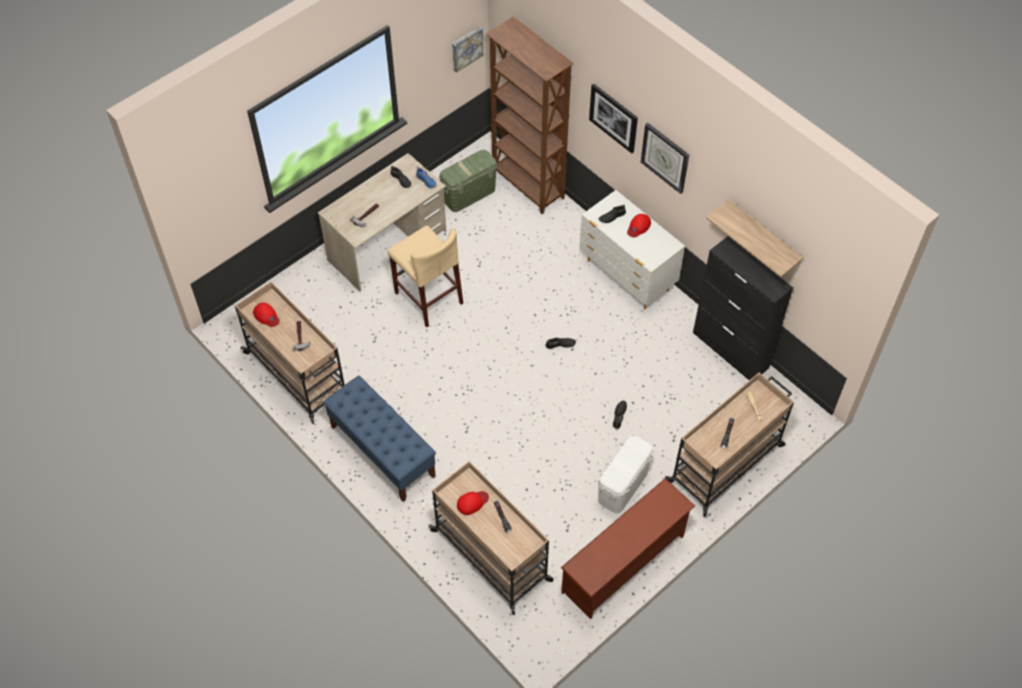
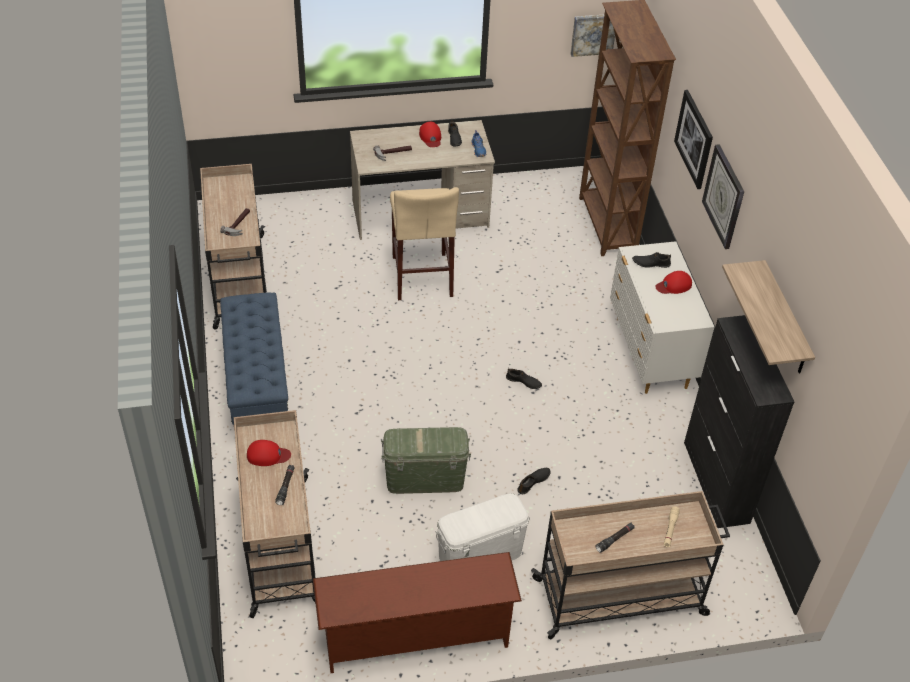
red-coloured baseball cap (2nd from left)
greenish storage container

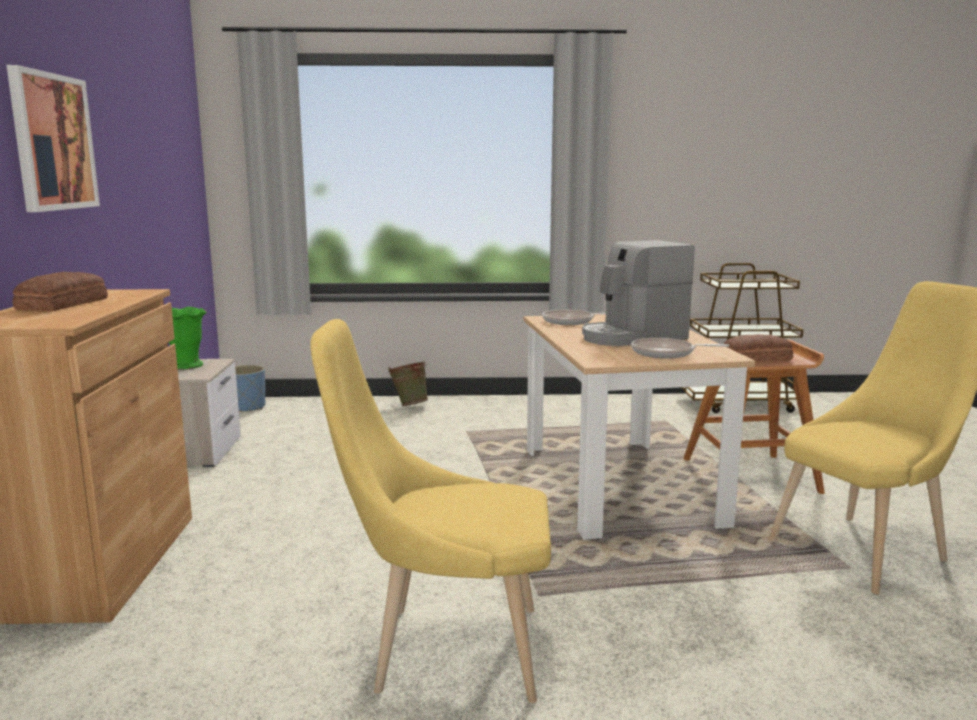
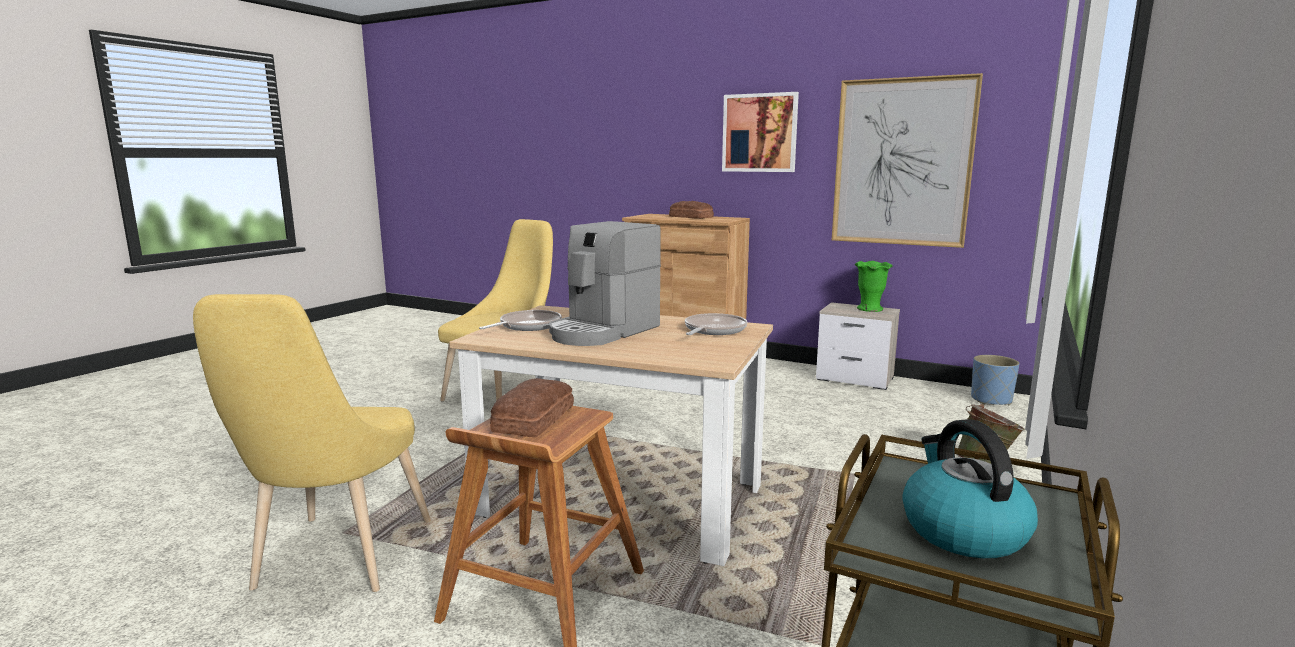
wall art (2nd from left)
tea kettle
coffee machine

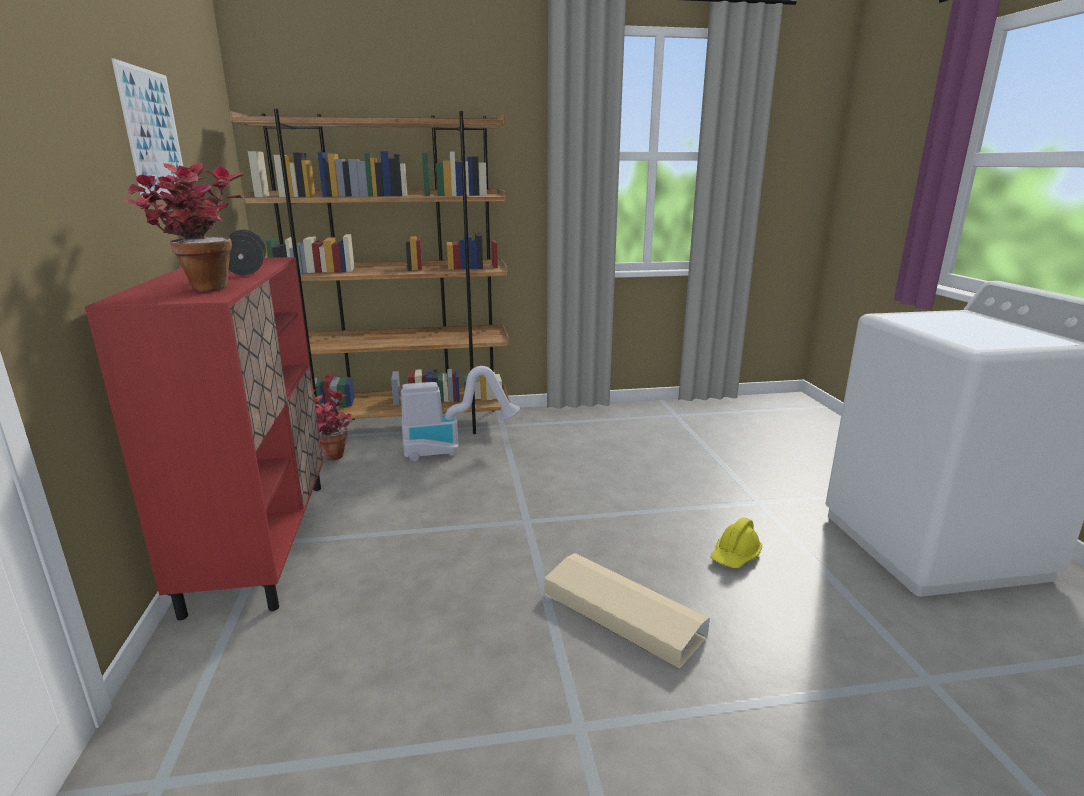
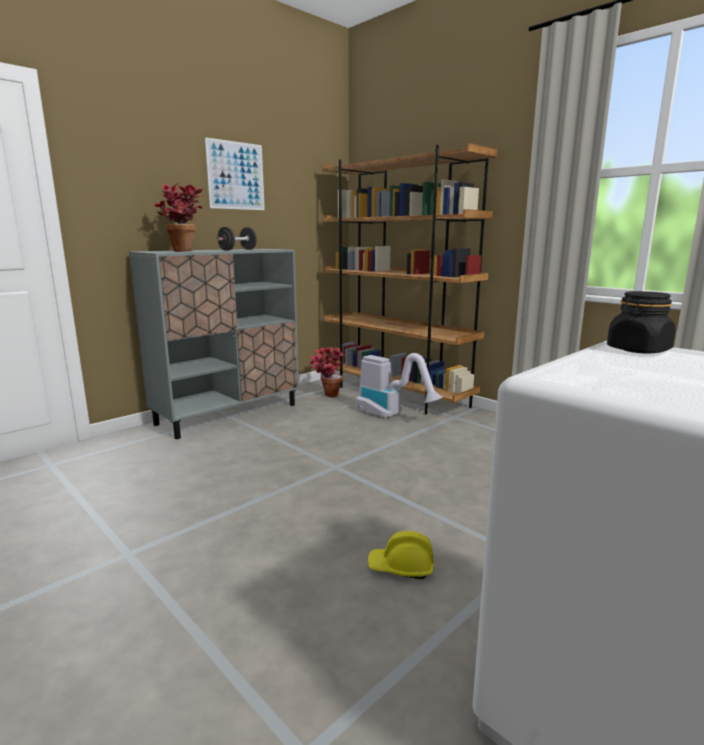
beige storage container
black jar
grey cabinet

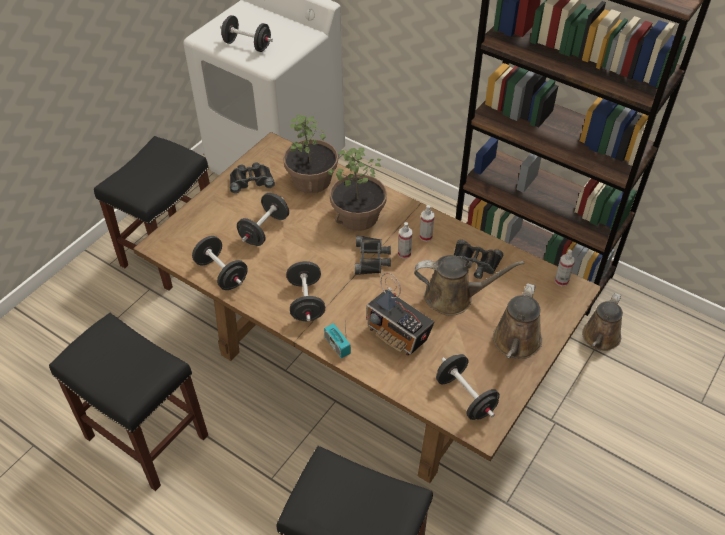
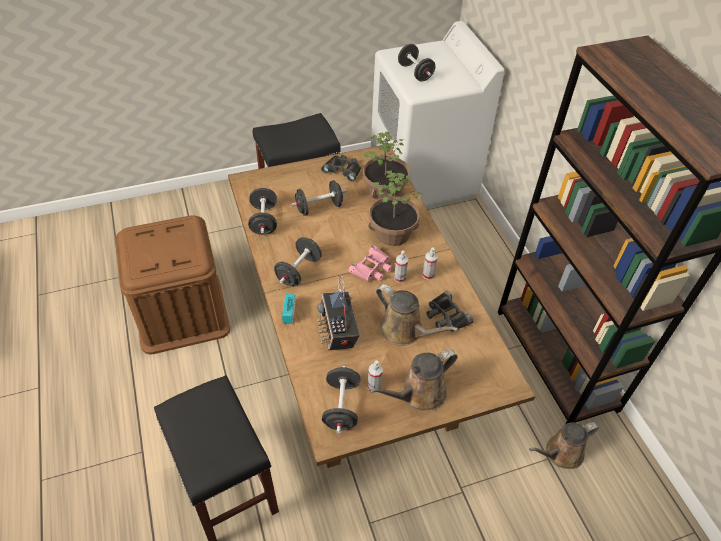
spray bottle (1st from left)
brownish storage container
pinkish field glasses

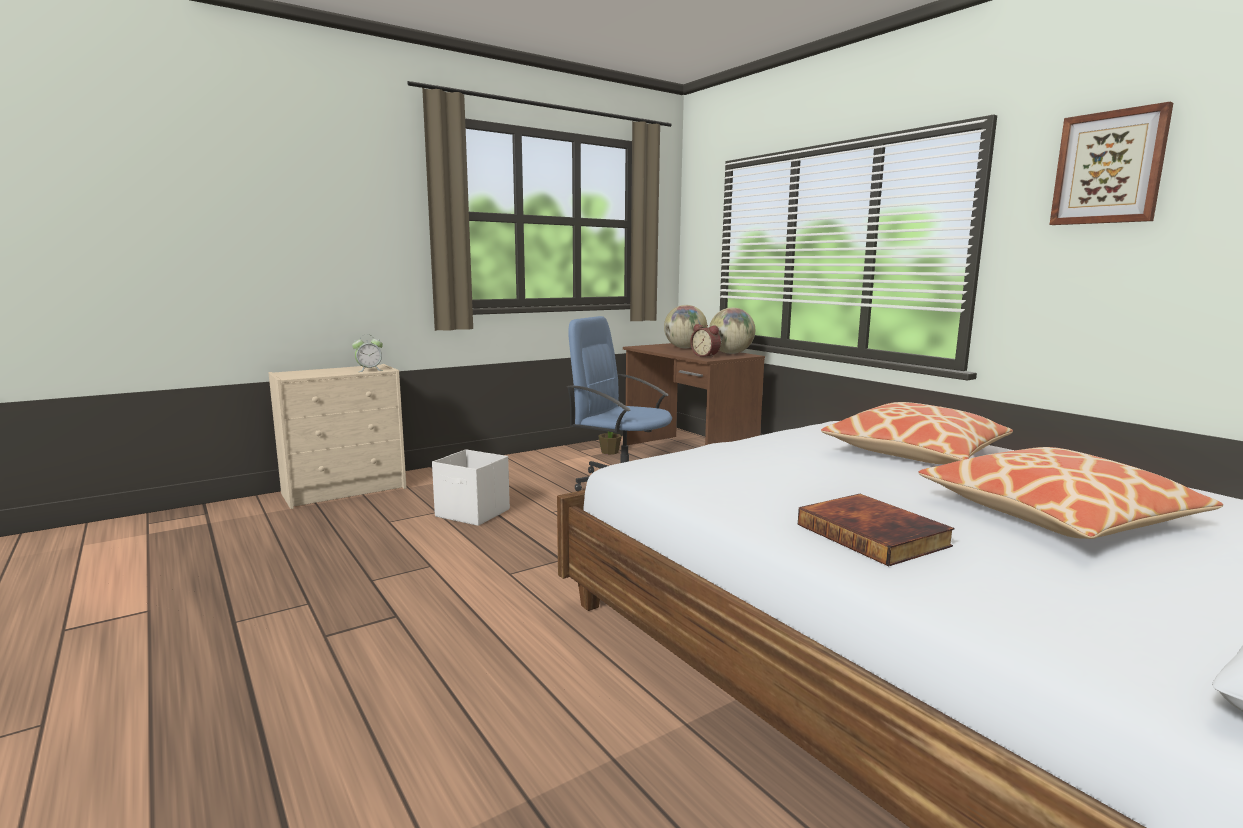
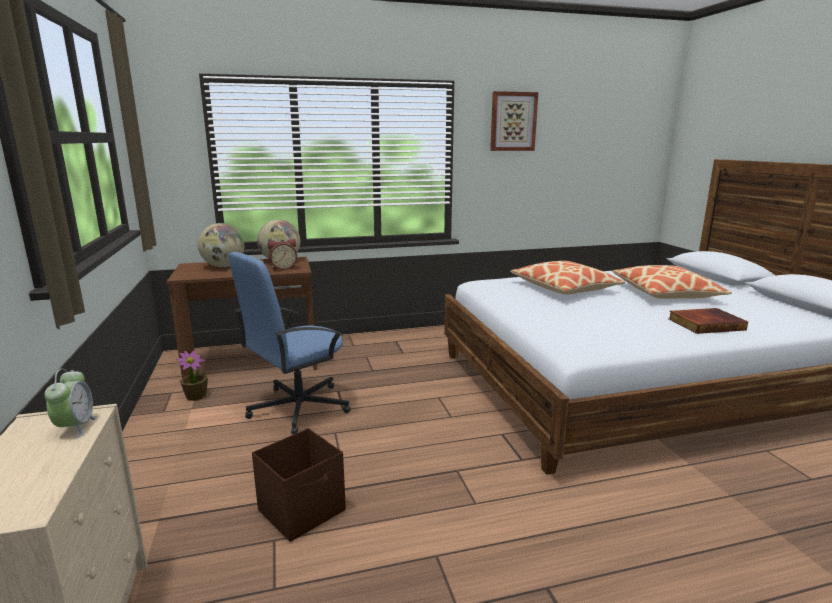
brownish storage container

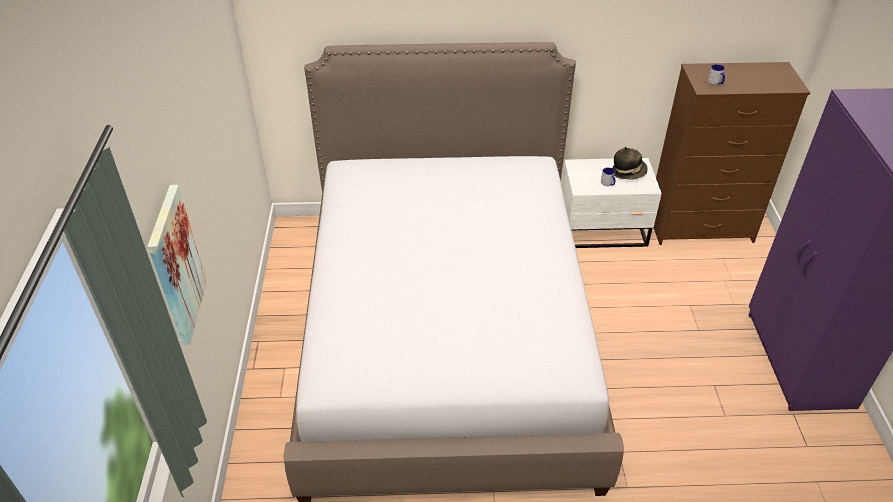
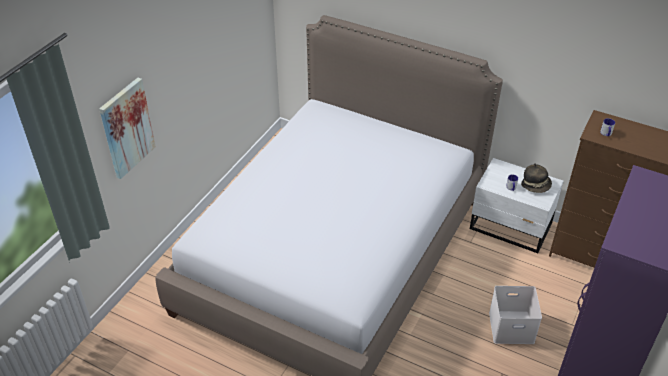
whitish storage container

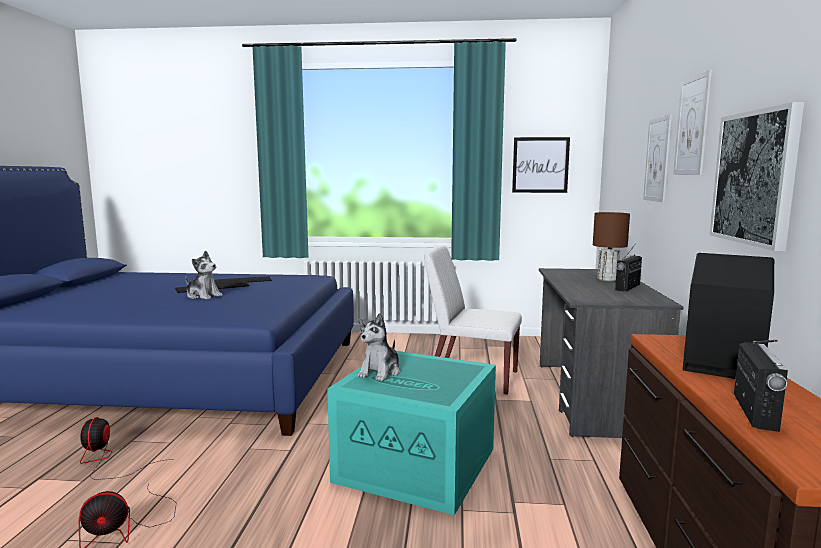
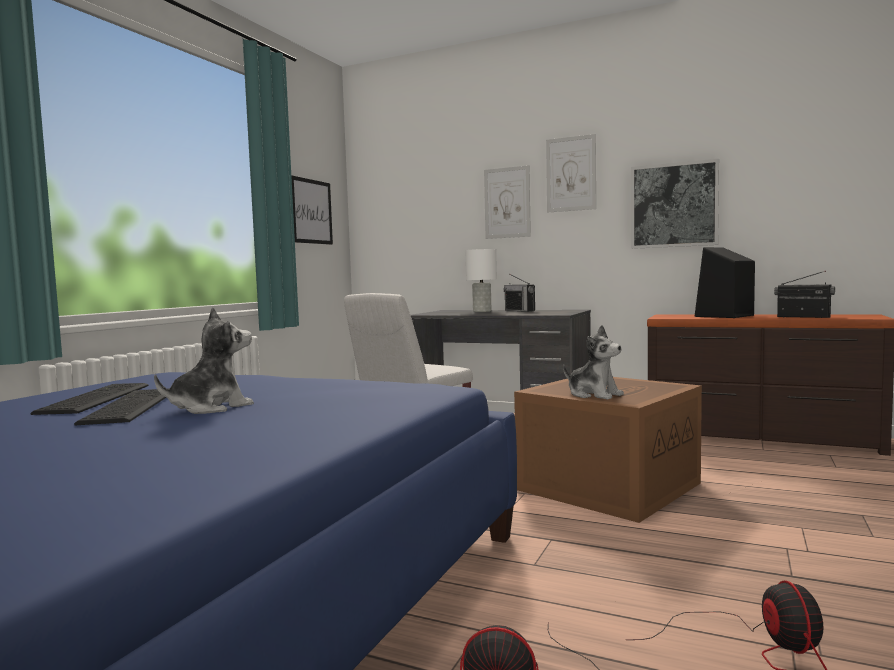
brownish storage container
whitish lamp for a table

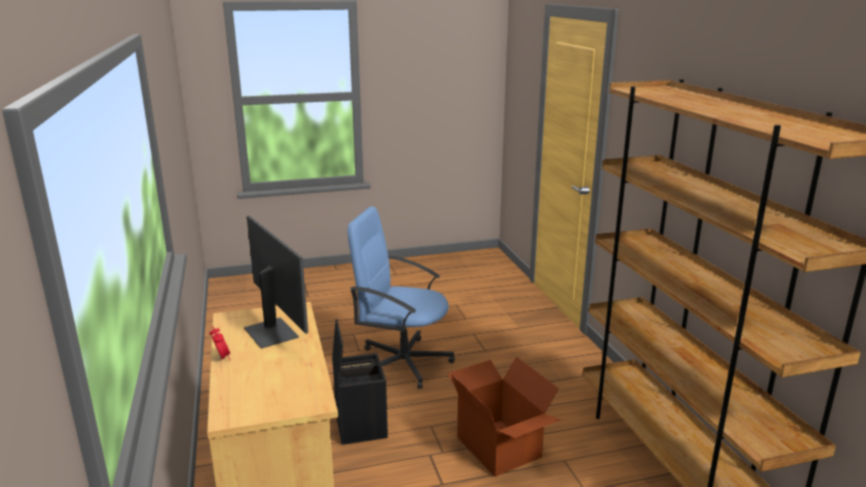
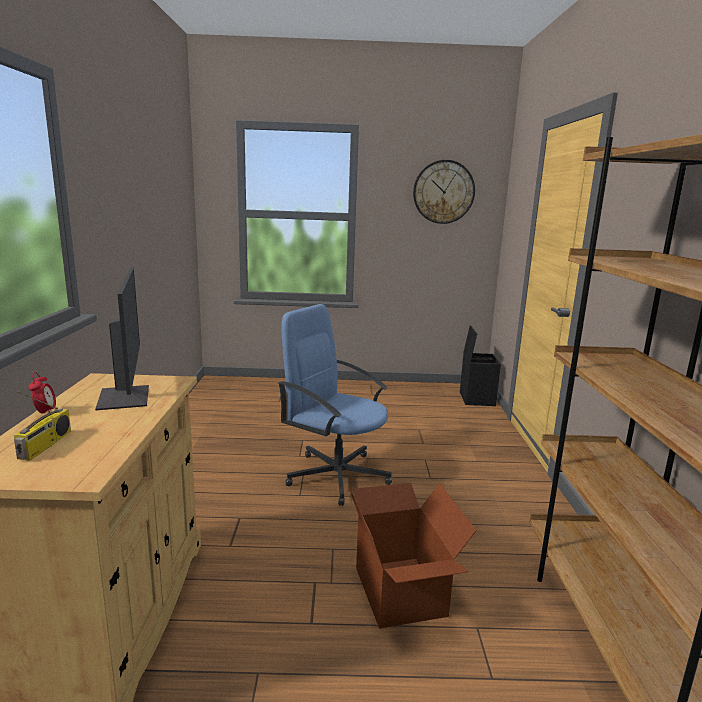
radio set
wall clock
black storage container

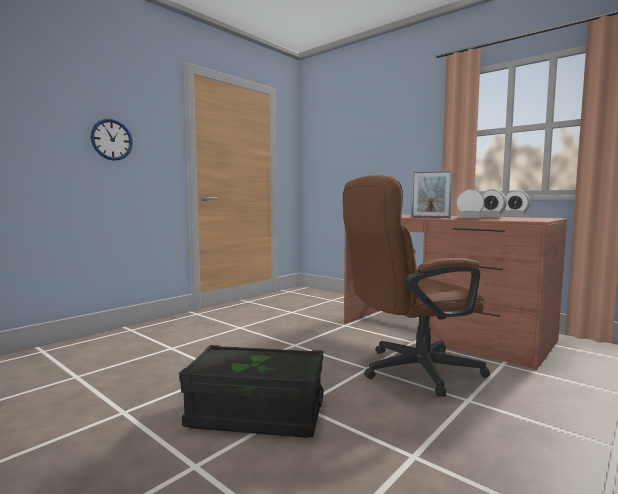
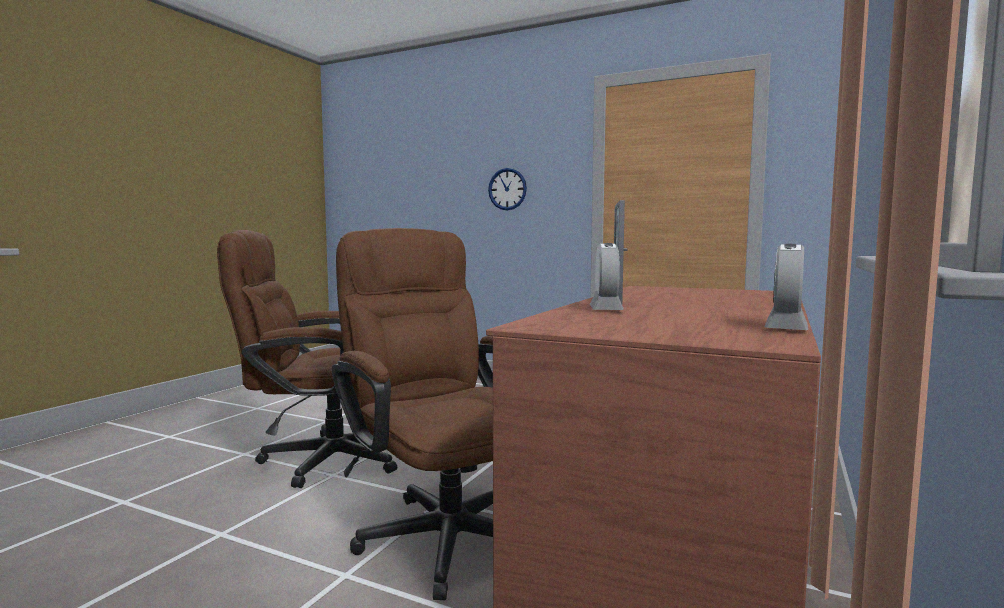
alarm clock (2nd from left in the first image)
brownish desk chair (1st from left)

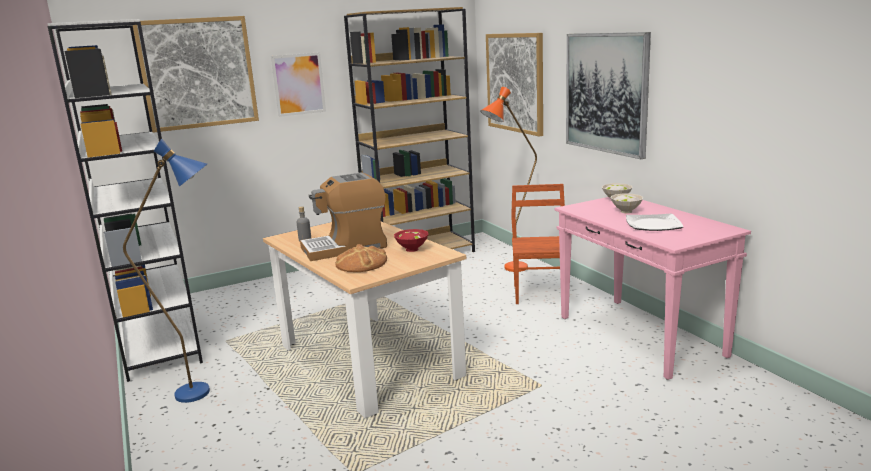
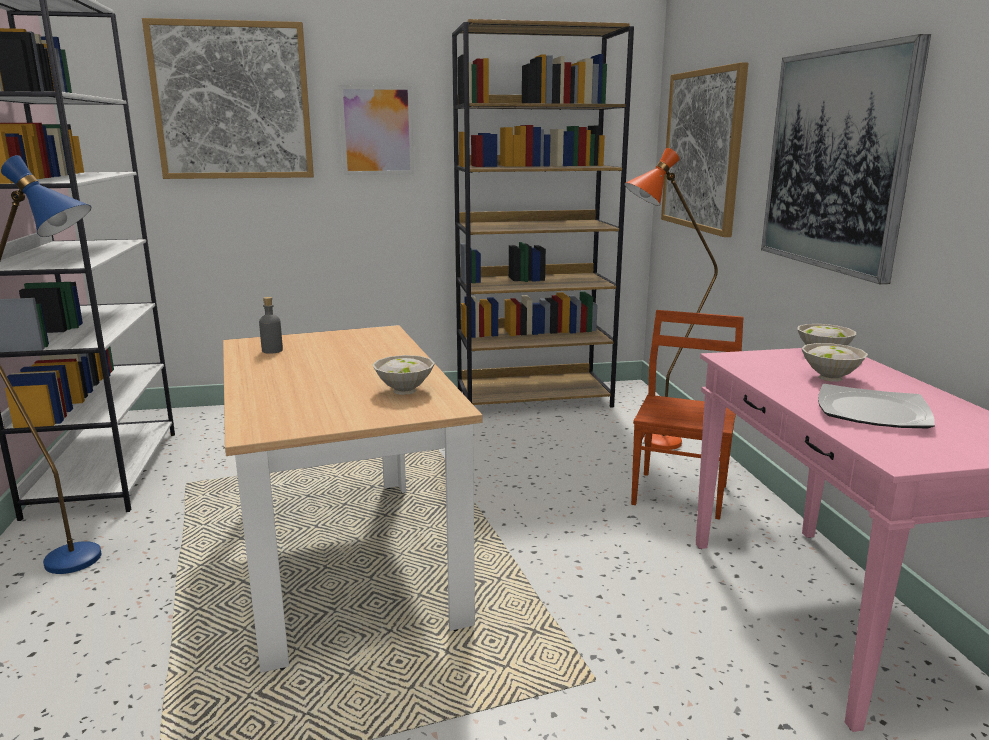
coffee machine
bread
whitish serving bowl (1st from left)

